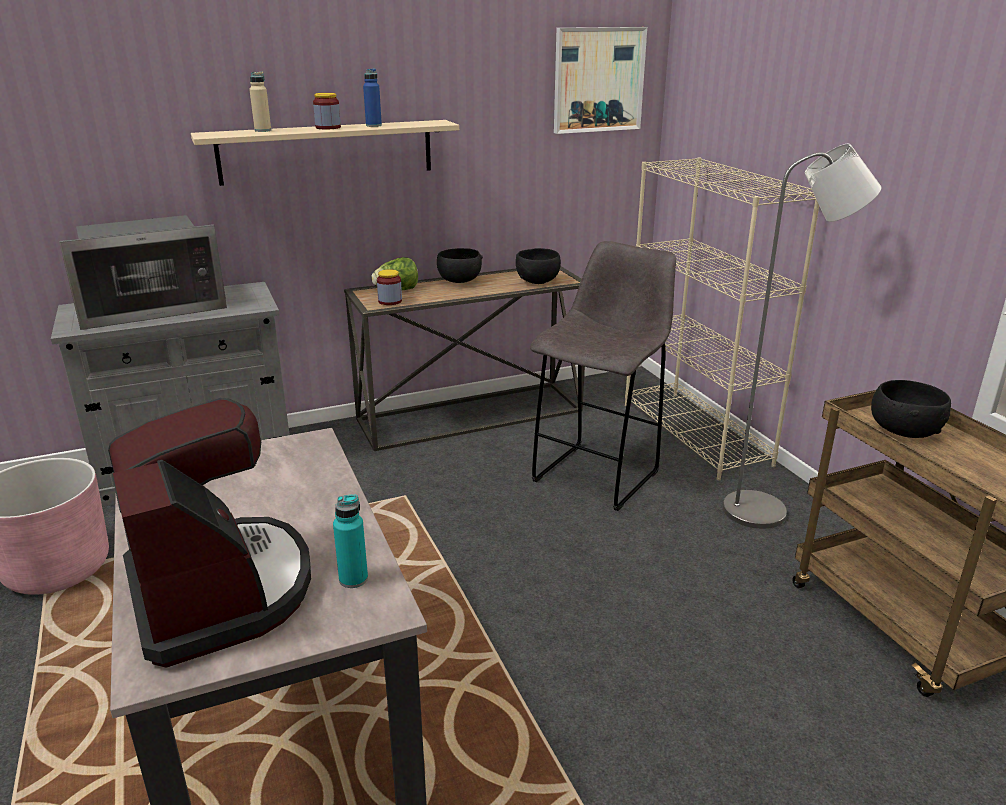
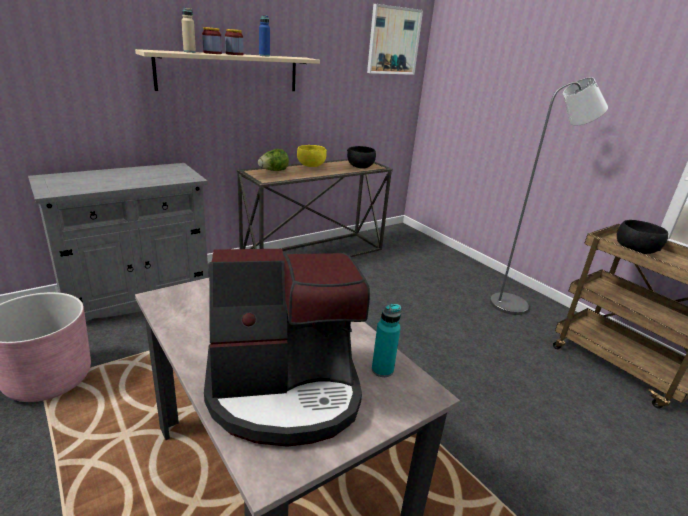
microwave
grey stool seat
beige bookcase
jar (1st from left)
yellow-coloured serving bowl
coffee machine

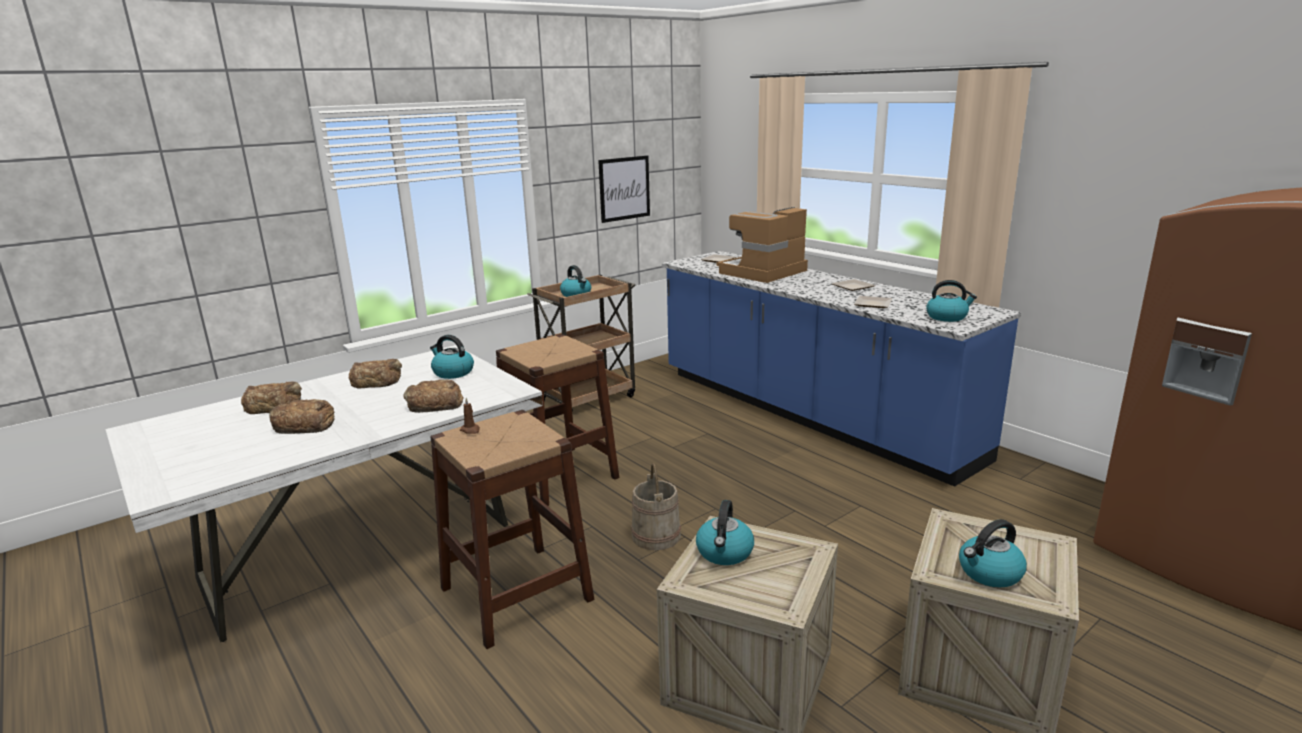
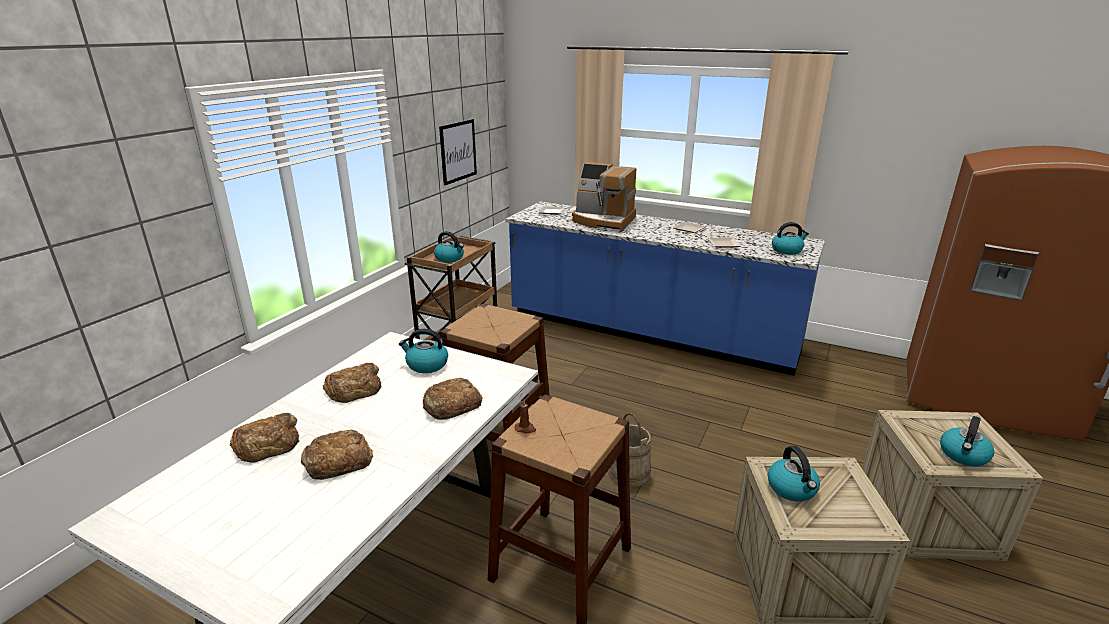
coffee machine

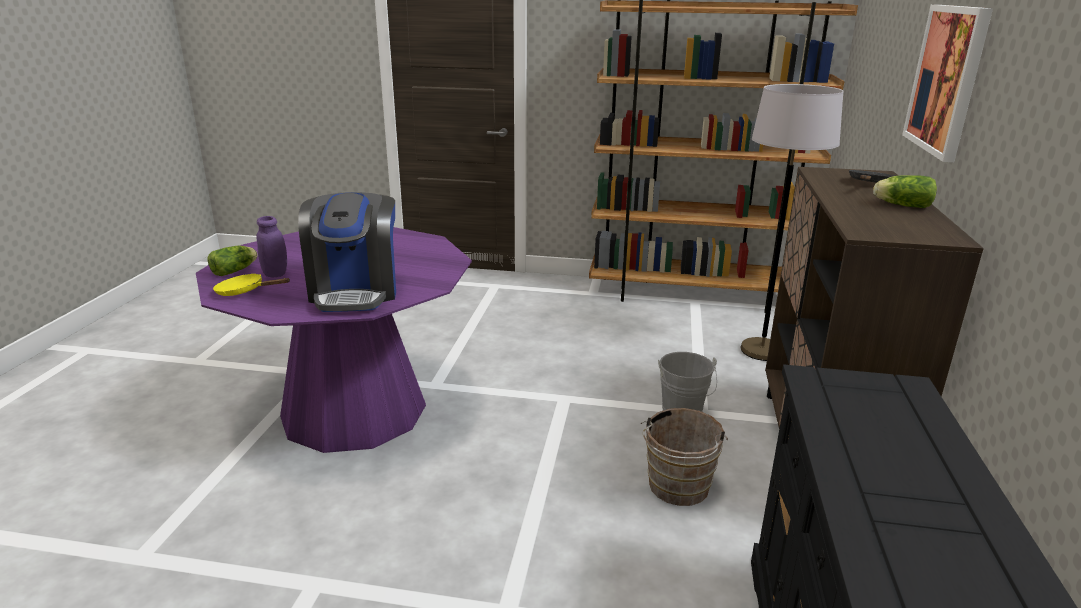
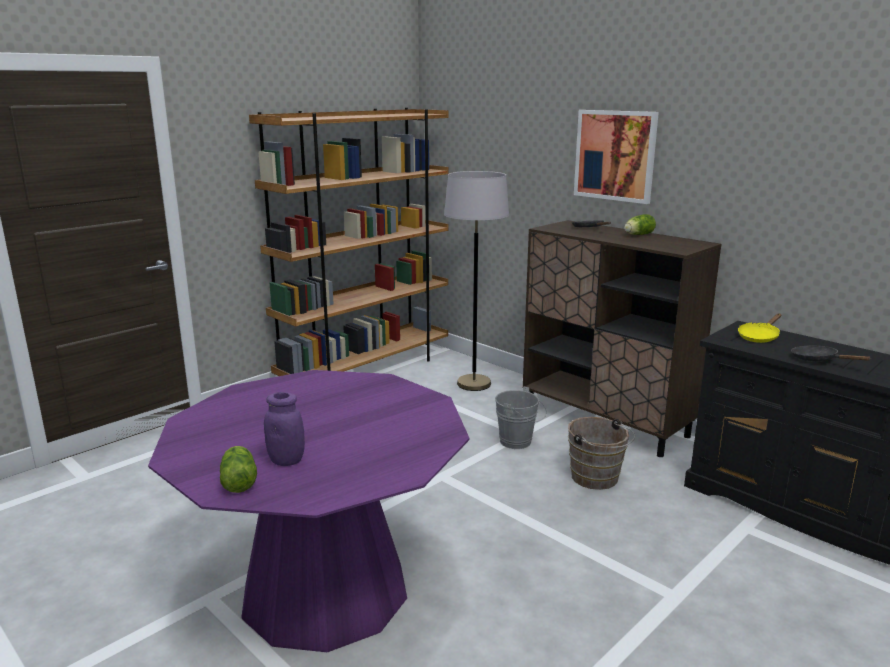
coffee machine
black frying pan (2nd from left)
yellow-coloured frying pan

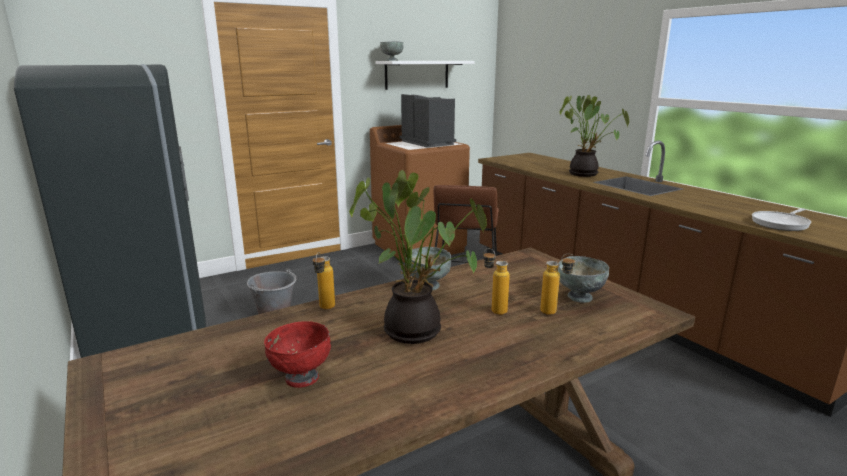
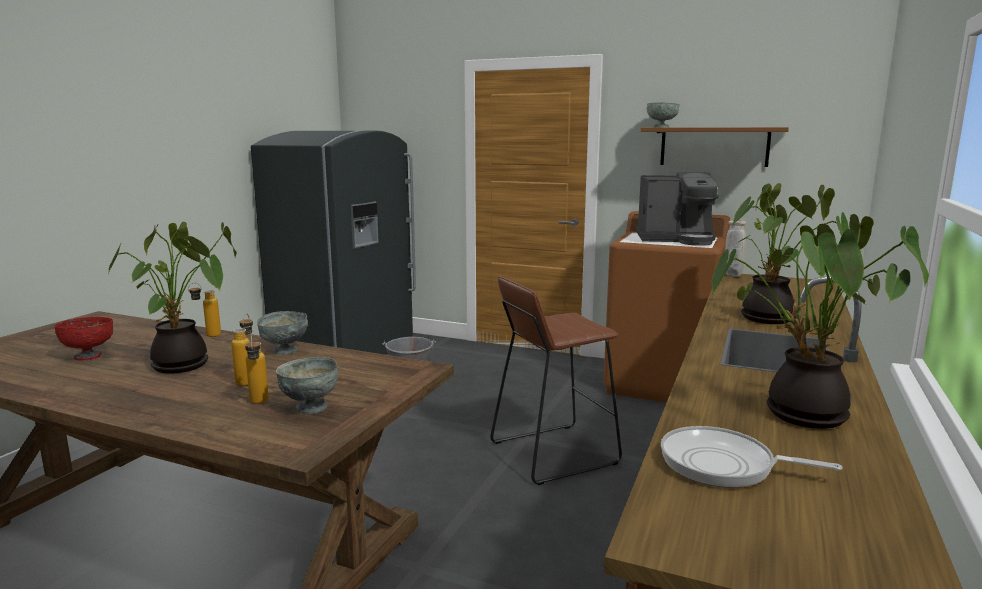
plant in a pot (3rd from left)
beige flower vase
brownish shelf
coffee machine

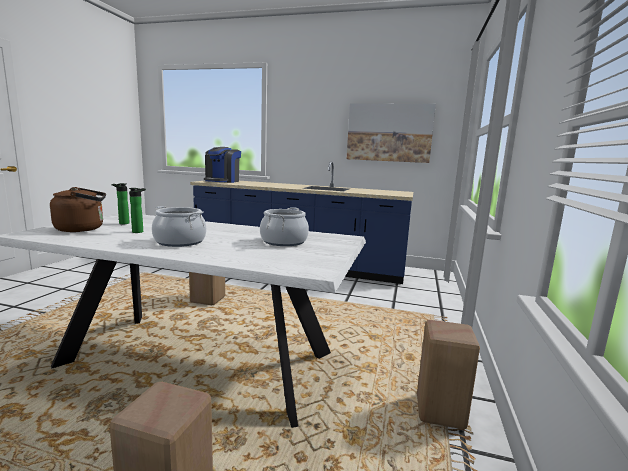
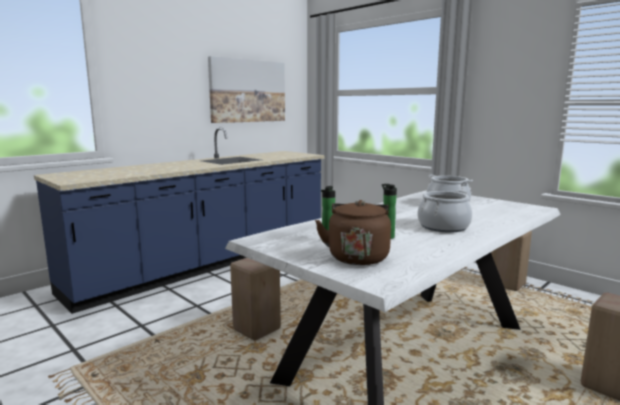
coffee machine

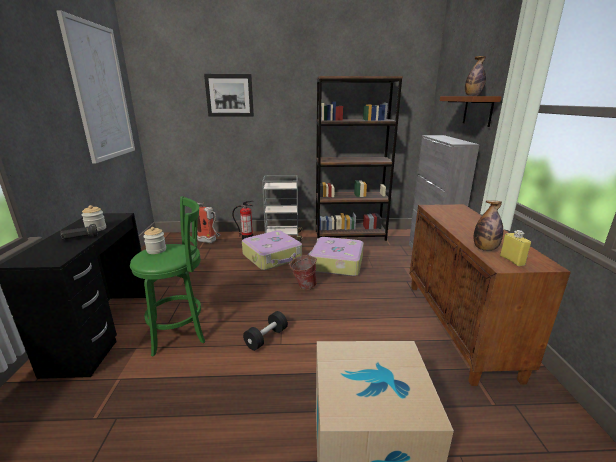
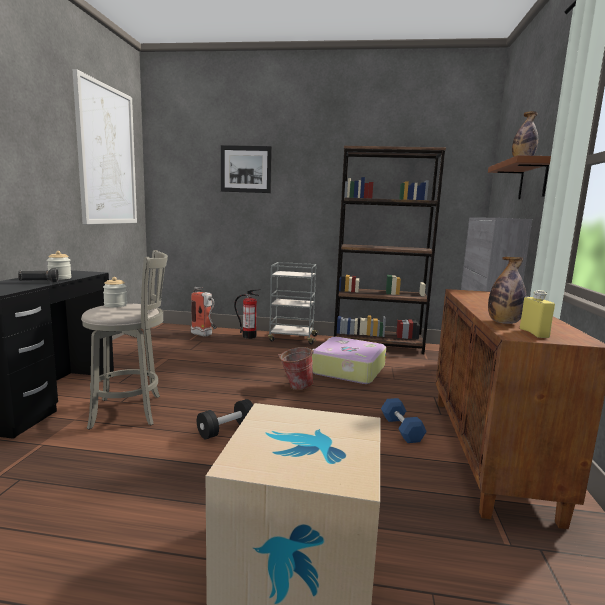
piece of luggage (1st from left in the first image)
blue free weight
grey stool seat

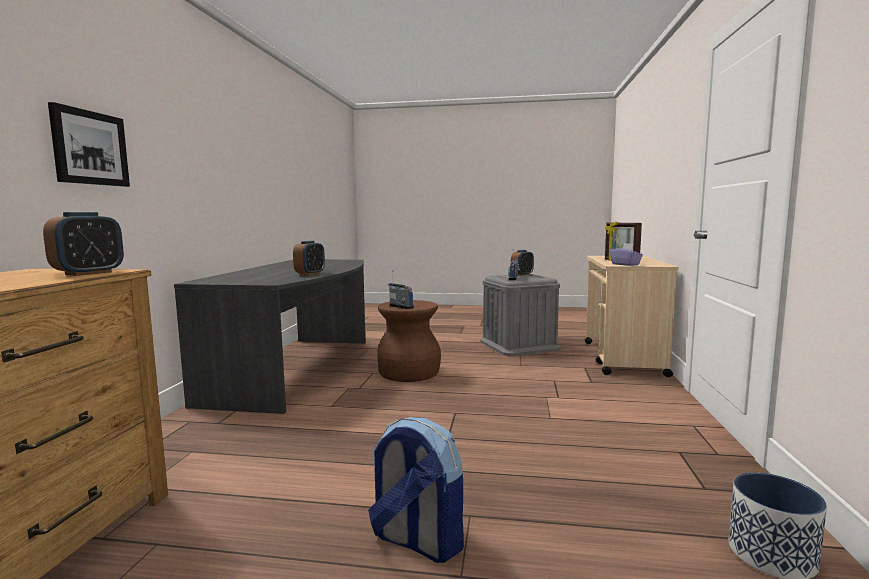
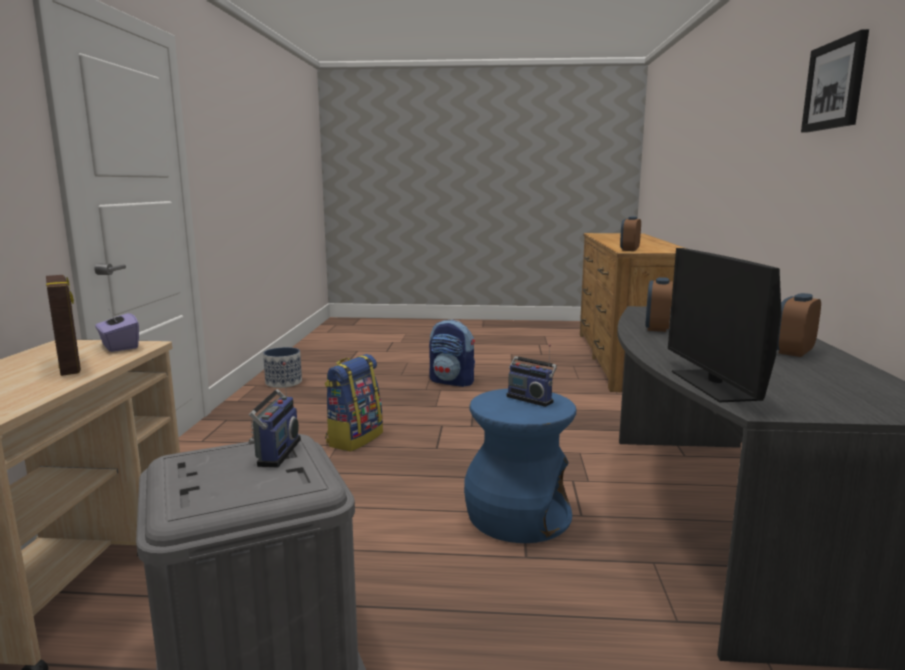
backpack (1st from left)
monitor
wall art
alarm clock (3rd from left)
blue stool seat

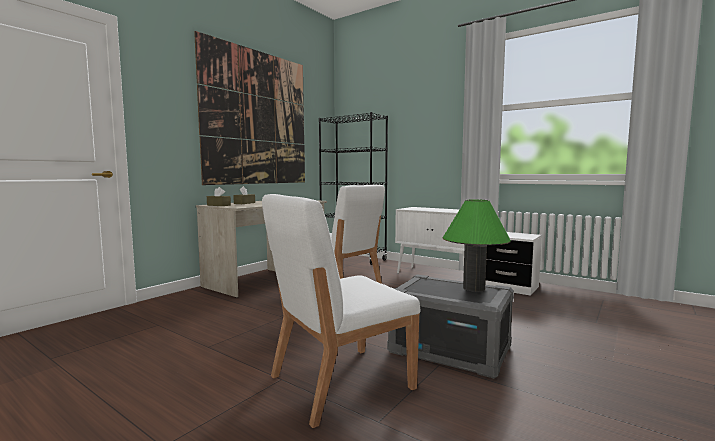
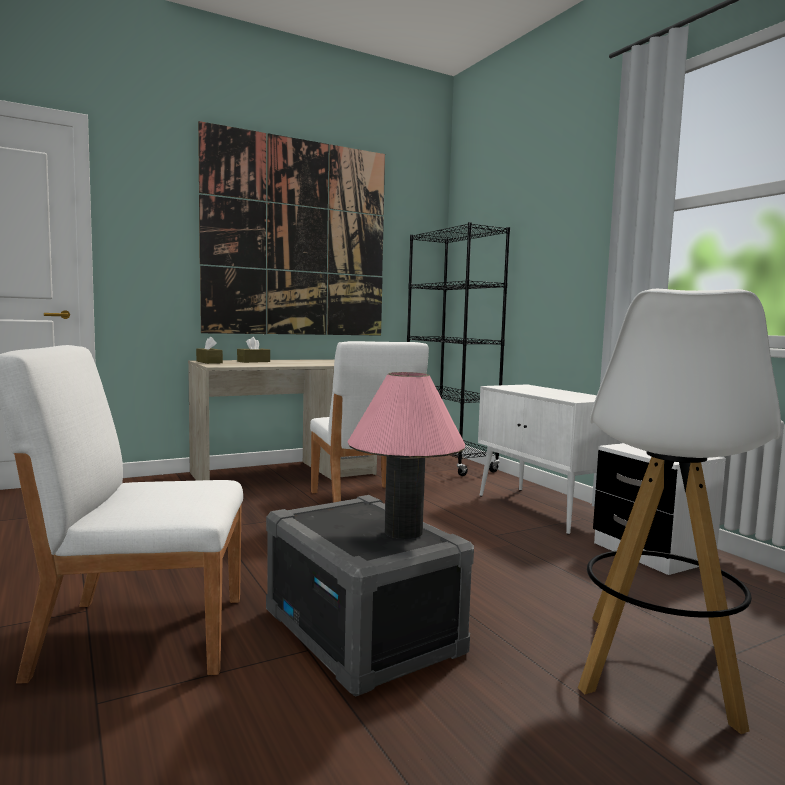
whitish stool seat
pinkish lamp for a table

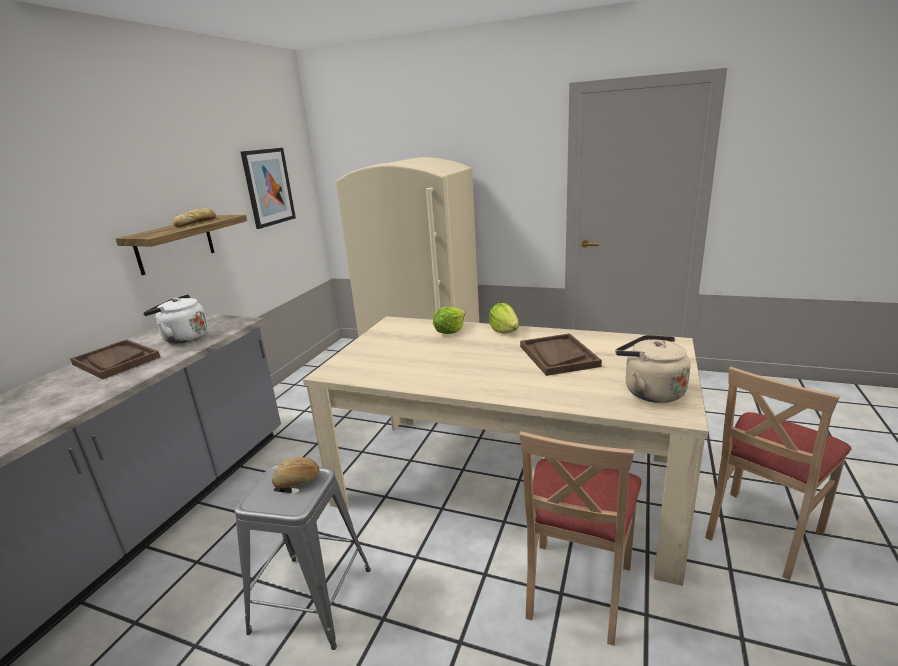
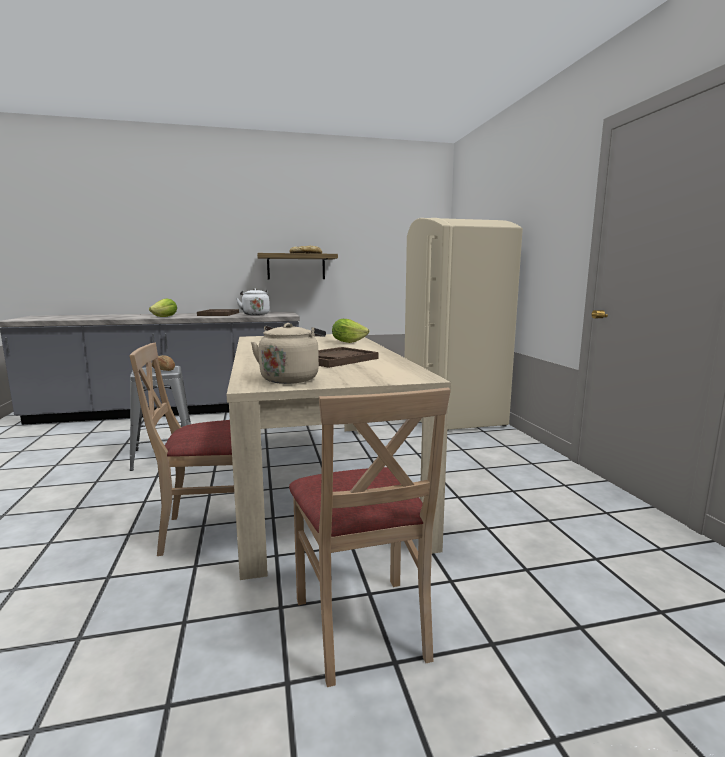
wall art
head of lettuce (1st from left)
beige chair (2nd from left)

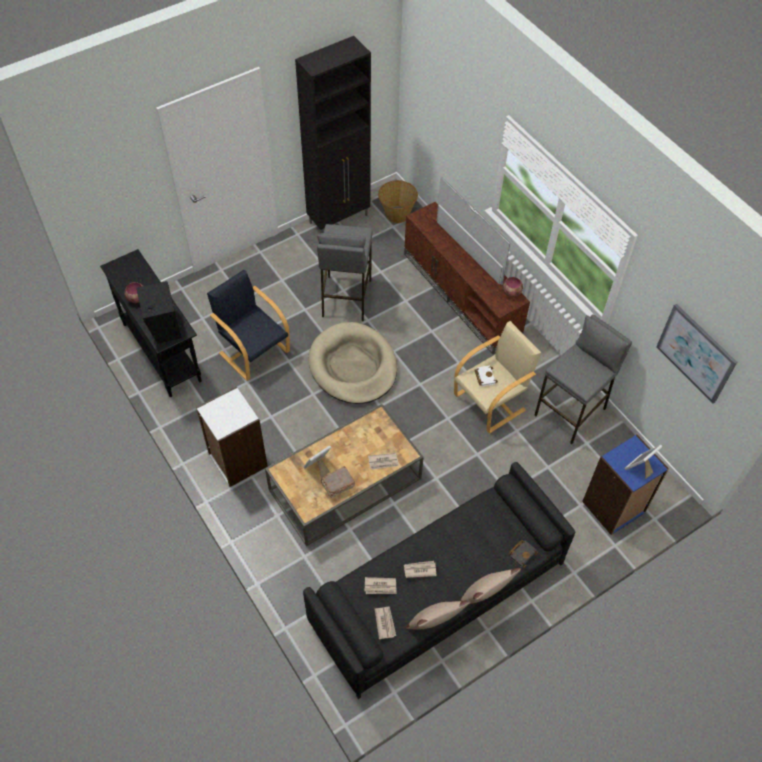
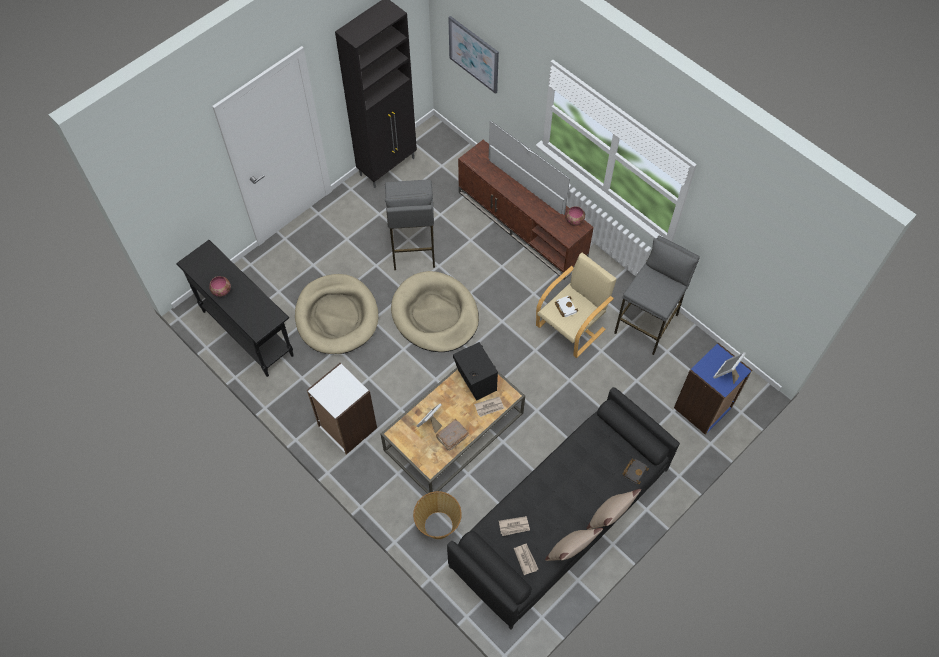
daily paper (4th from left in the first image)
black speaker
household basket
wall art
beige dog bed (1st from left)

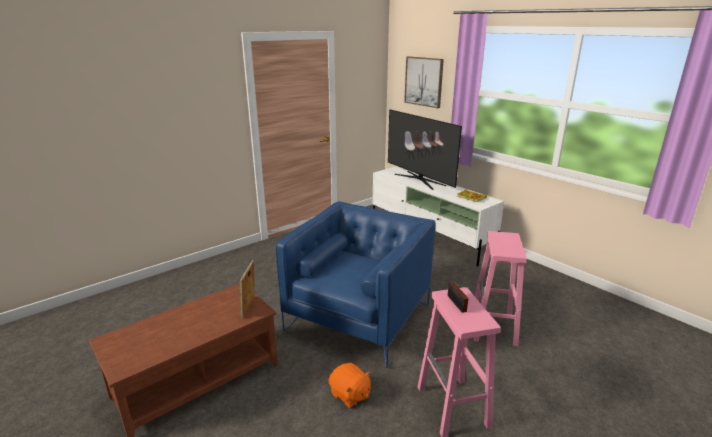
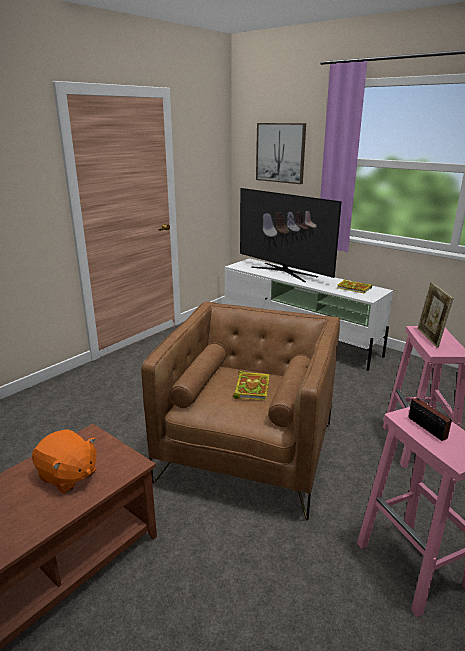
book (1st from left)
picture frame
orangey soft toy
brownish armchair

